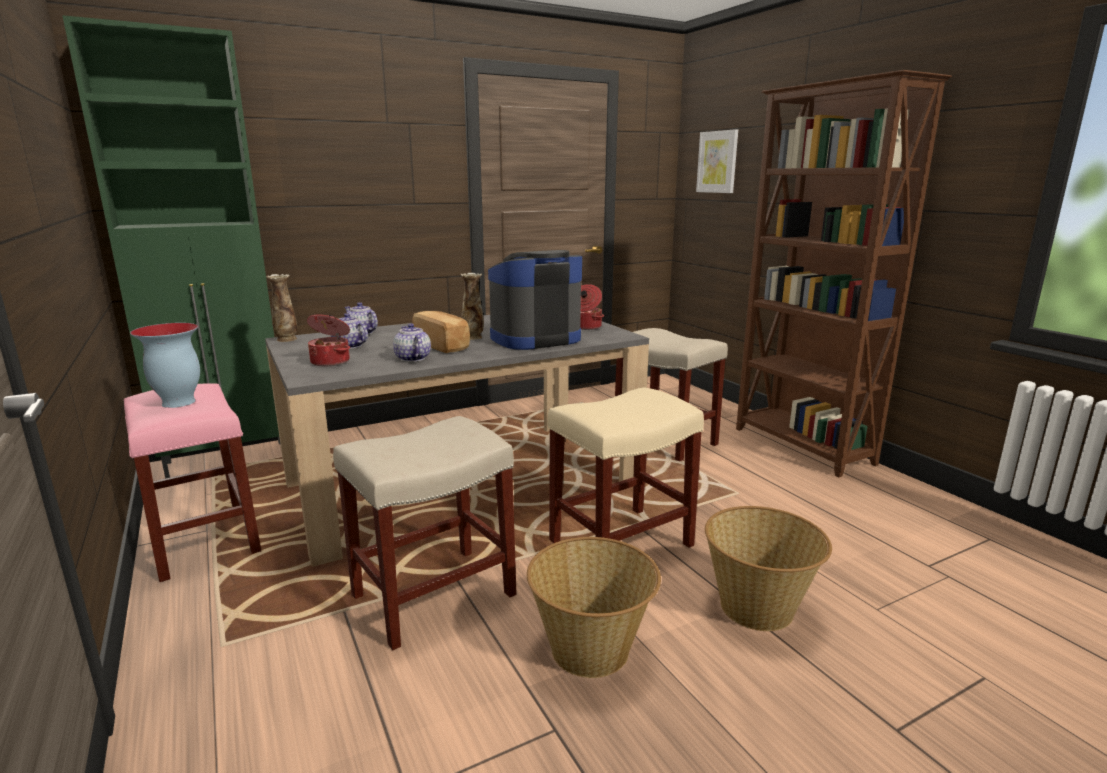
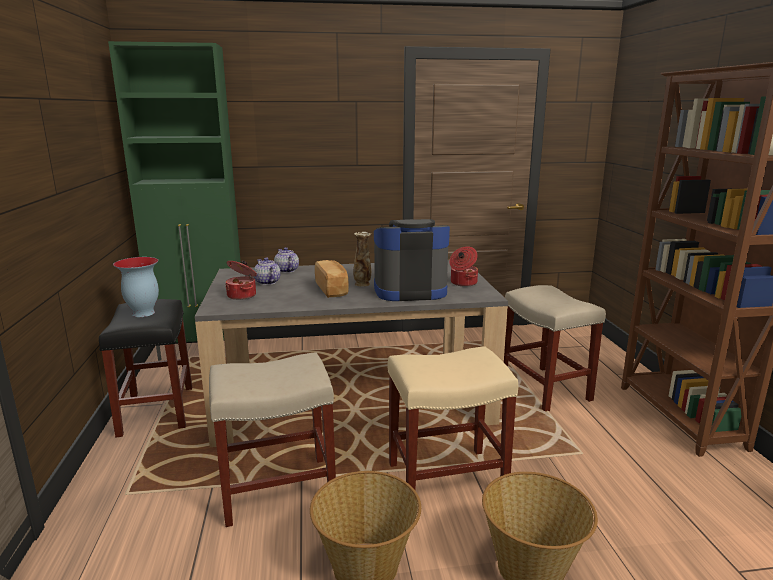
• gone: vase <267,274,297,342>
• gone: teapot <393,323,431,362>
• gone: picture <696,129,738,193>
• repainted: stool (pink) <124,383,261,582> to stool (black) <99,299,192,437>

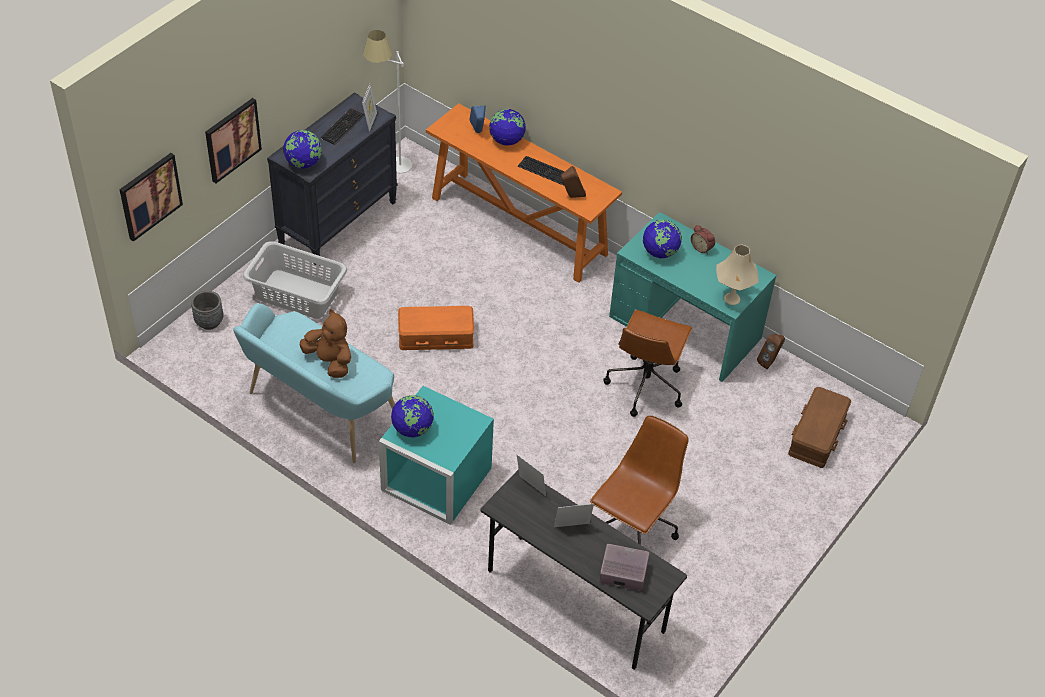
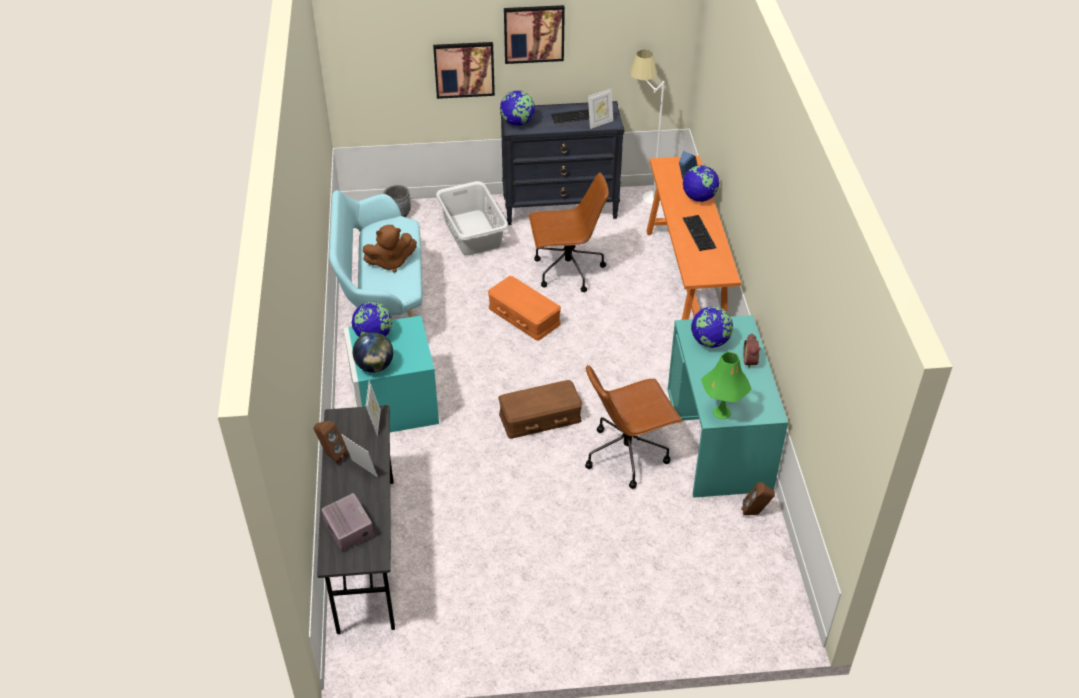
• new: globe <352,332,393,373>
• shifted: picture <119,153,183,242> to <504,5,565,64>
• shifted: speaker (brown) <561,166,586,198> to <314,421,348,463>
• shifted: office chair (brown) <590,415,689,545> to <529,172,609,292>
• shifted: storage box (brown) <788,387,851,468> to <498,380,582,439>
• repainted: table lamp (beige) <716,244,759,305> to table lamp (green) <701,352,752,419>
• rotated: plush toy (brown) <300,309,351,378> = <363,225,417,273> 75 degrees clockwise

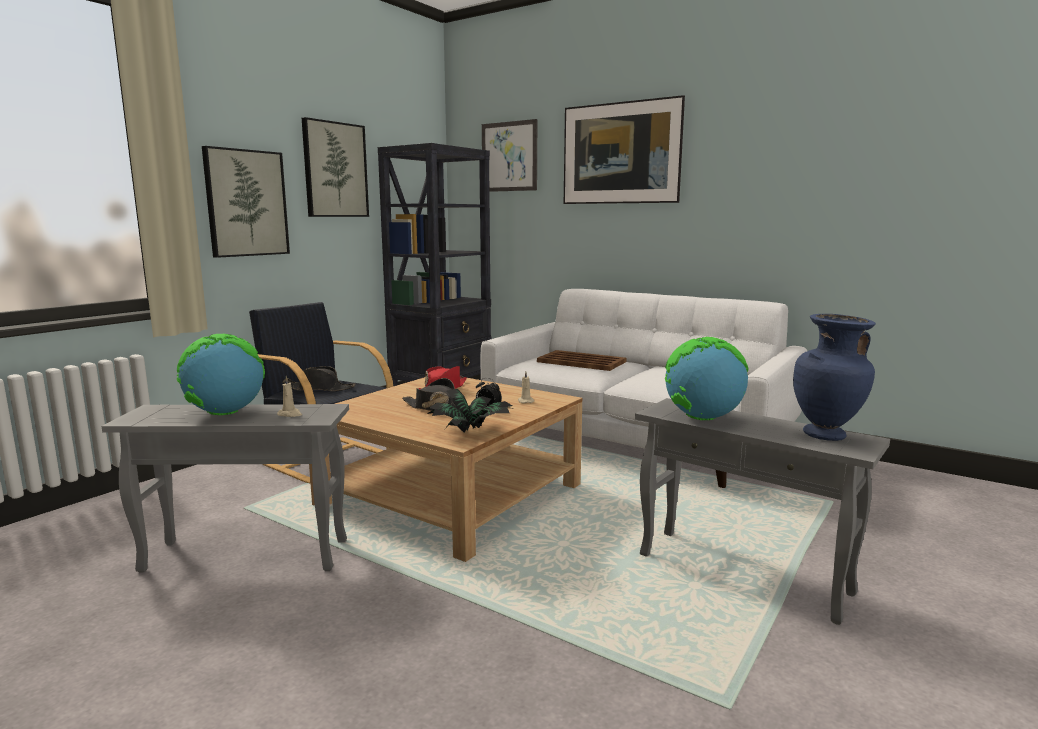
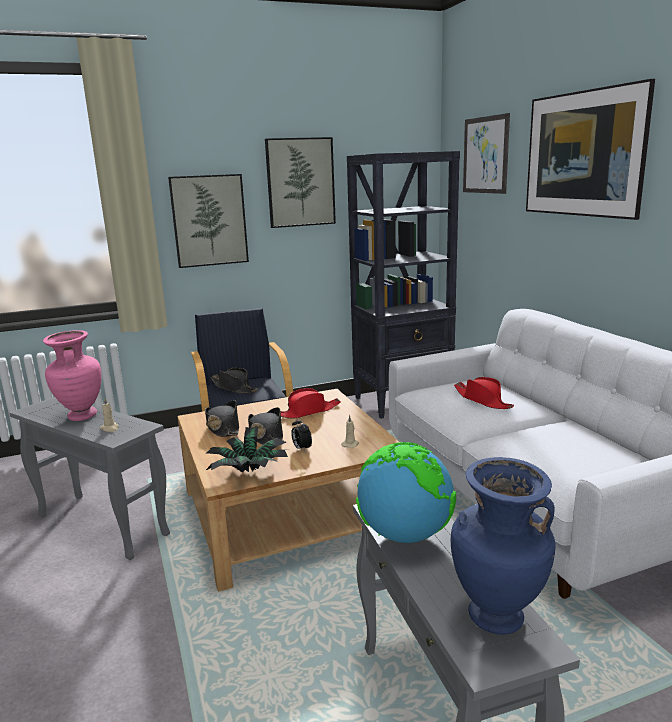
• new: hat (black) <205,400,239,437>
• swapped: globe <177,334,265,415> to vase (pink) <43,330,101,421>
• swapped: tray (brown) <537,350,626,371> to hat (red) <454,377,514,409>

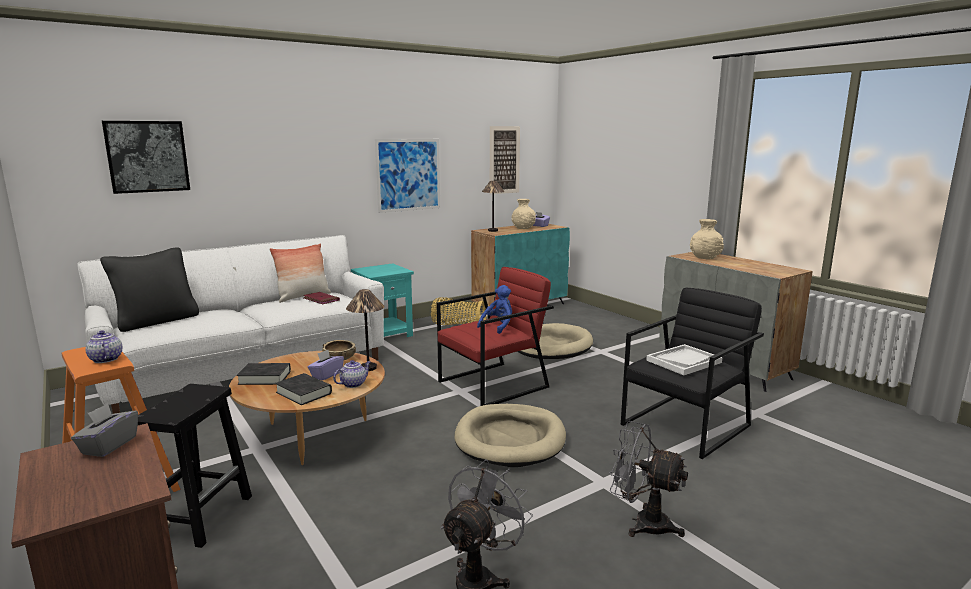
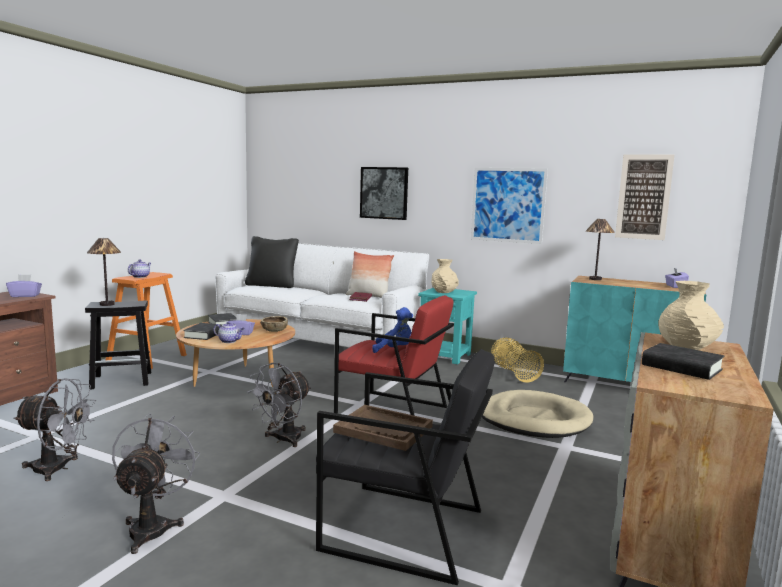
• new: book (black) <642,343,725,380>
• shifted: picture <102,121,190,194> to <360,167,408,220>
• shifted: table lamp <346,289,385,371> to <87,238,121,306>
• shifted: vase (beige) <512,199,536,229> to <431,259,459,293>
• swapped: dog bed (beige) <454,404,566,467> to fan (grey) <247,363,311,447>
• repainted: tissue box (grey) <71,403,138,457> to tissue box (purple) <6,274,42,297>
• repainted: tray (white) <646,344,723,375> to tray (brown) <333,405,433,451>

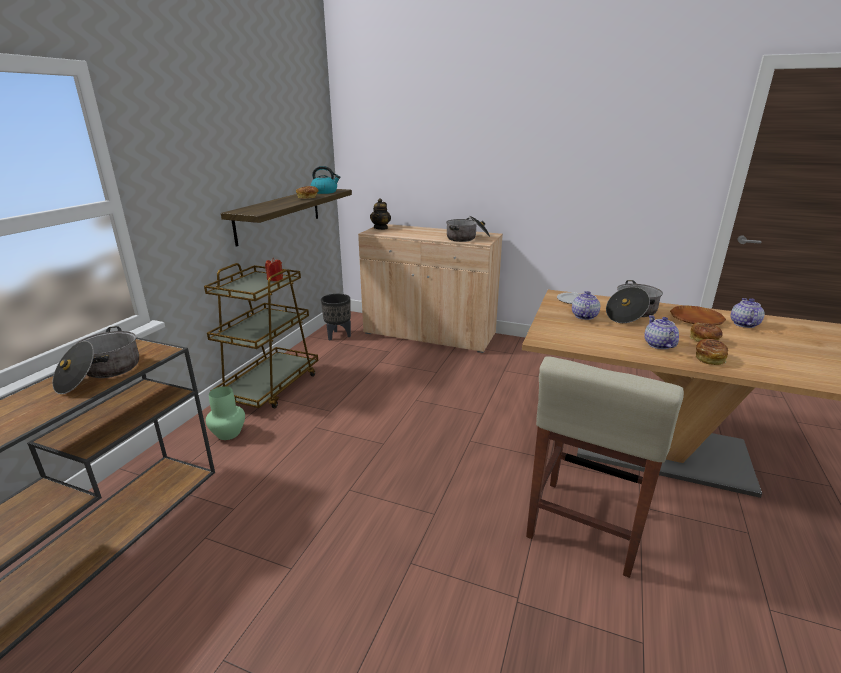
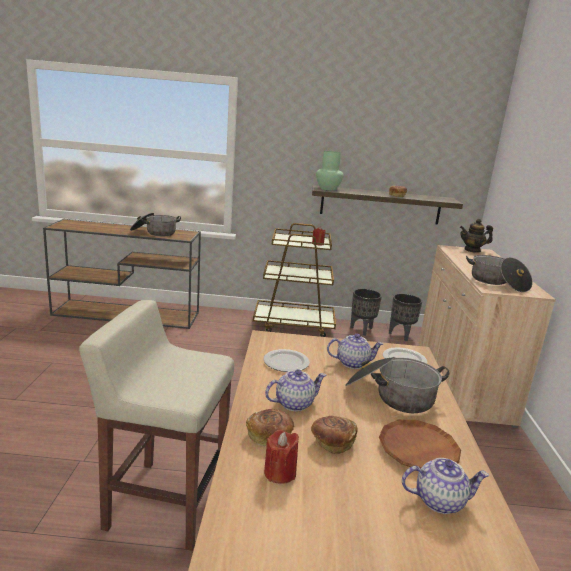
• gone: kettle <310,166,340,194>
• new: plate <263,349,310,372>
• new: candle (red) <264,430,299,484>
• new: planter (black) <350,289,382,336>
• shifted: vase (green) <206,386,245,440> to <316,151,344,190>

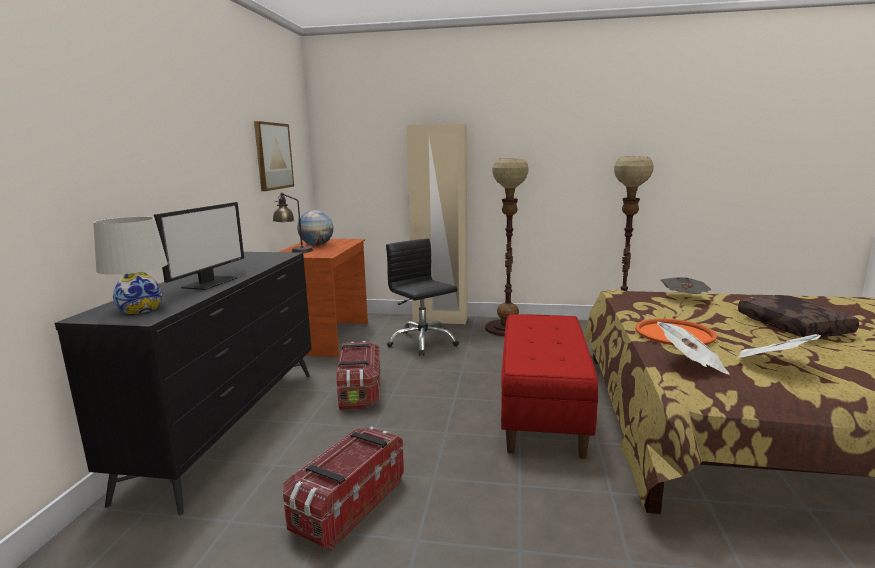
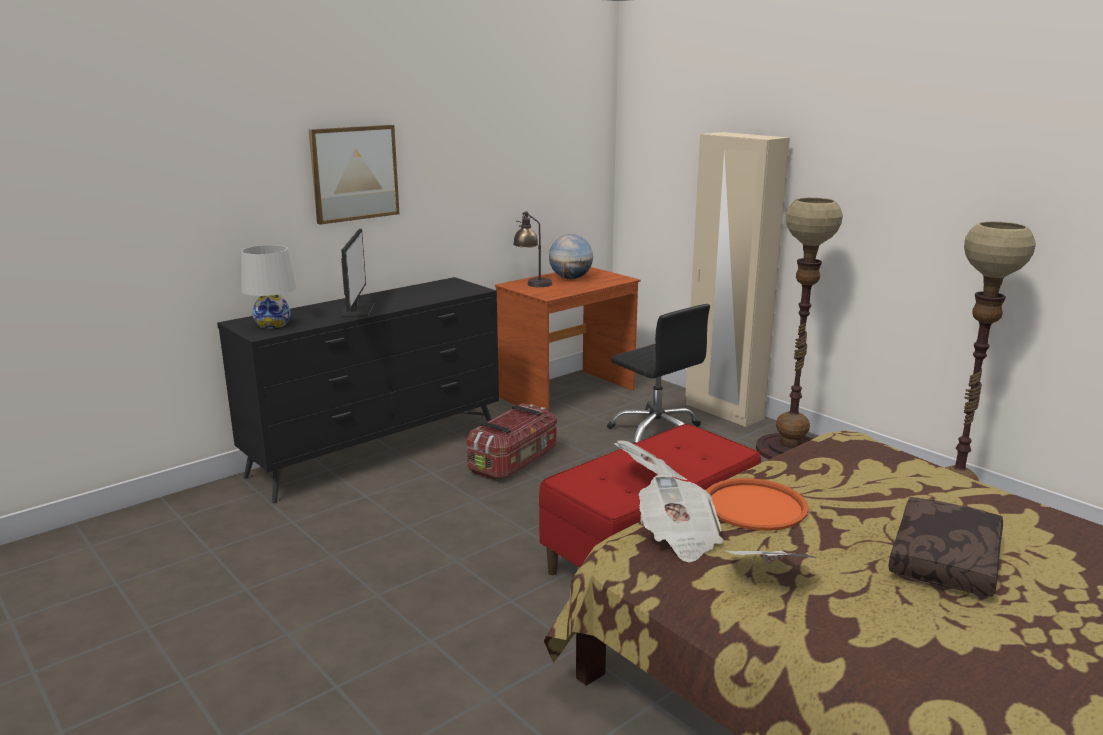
• gone: storage box <283,426,404,551>
• shifted: picture <254,121,294,191> to <309,125,399,225>
• shifted: newspaper <660,277,711,294> to <614,440,687,480>
• rotated: monitor <154,202,244,290> = <340,229,375,317> 60 degrees counterclockwise
• rotated: office chair (black) <386,238,459,356> = <607,304,710,444> 135 degrees clockwise

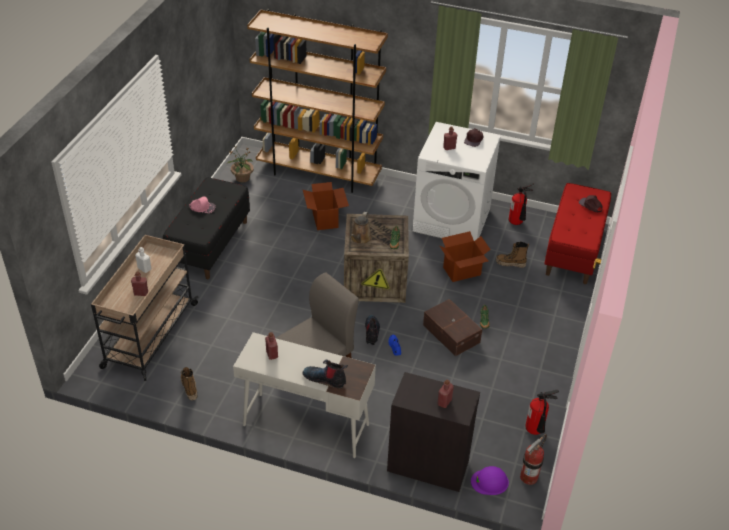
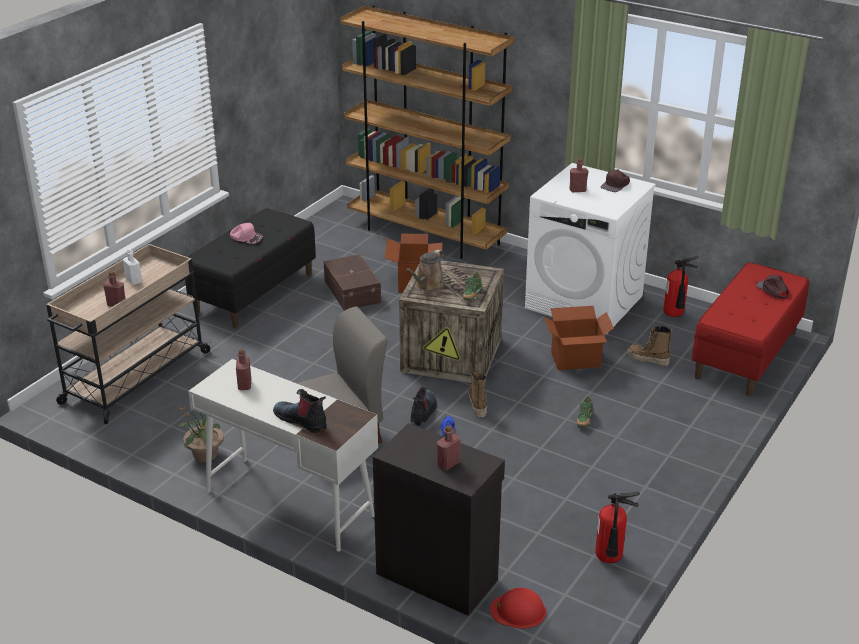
• gone: fire extinguisher <520,434,547,485>
• shifted: boot <180,367,197,401> to <468,371,487,418>
• shifted: potted plant <227,147,254,183> to <177,407,224,462>
• shifted: storage box (brown) <423,299,482,356> to <324,254,381,311>
• repainted: hard hat (purple) <471,466,509,495> to hard hat (red) <490,588,546,628>

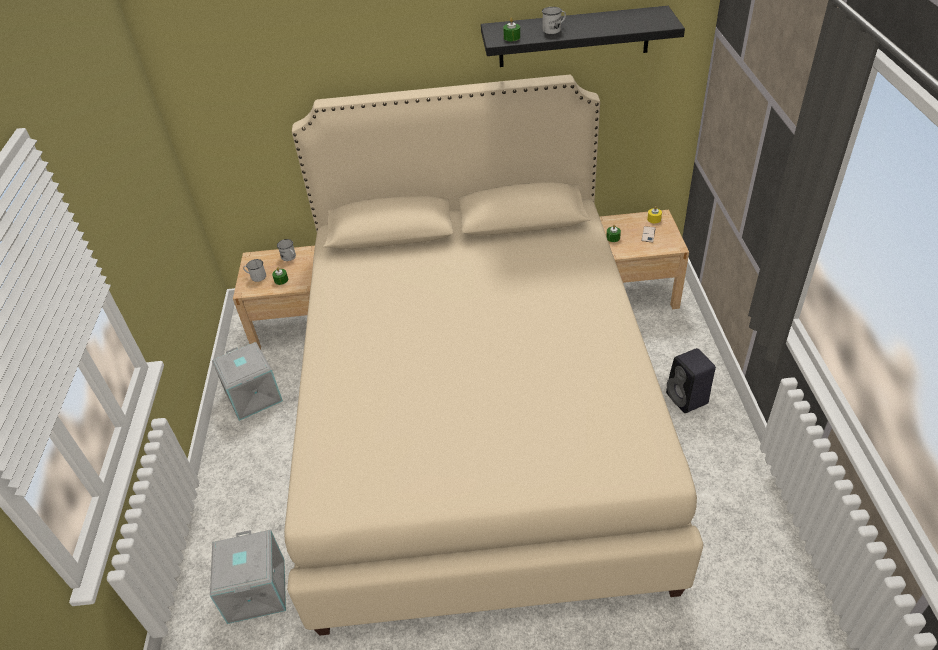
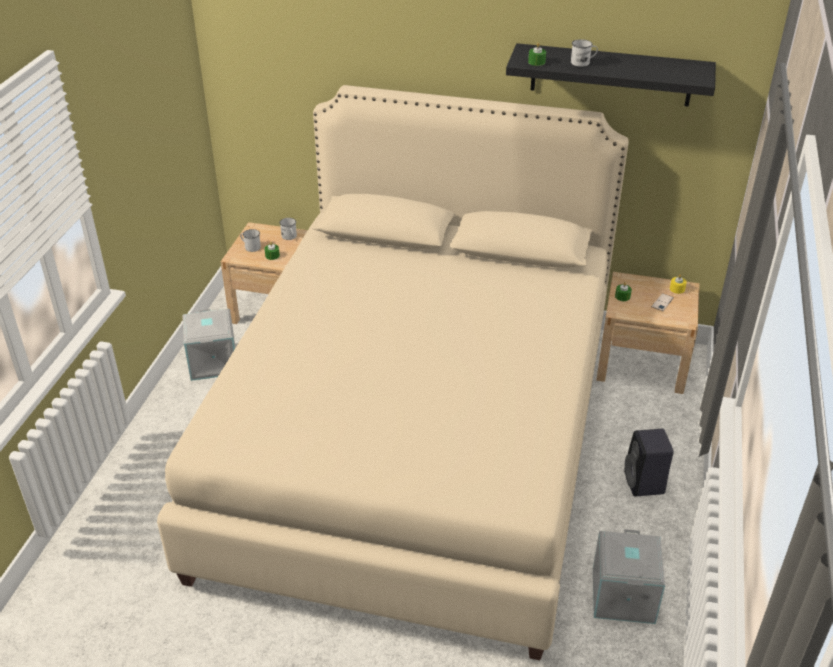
• shifted: storage box (grey) <210,530,286,624> to <593,529,665,624>

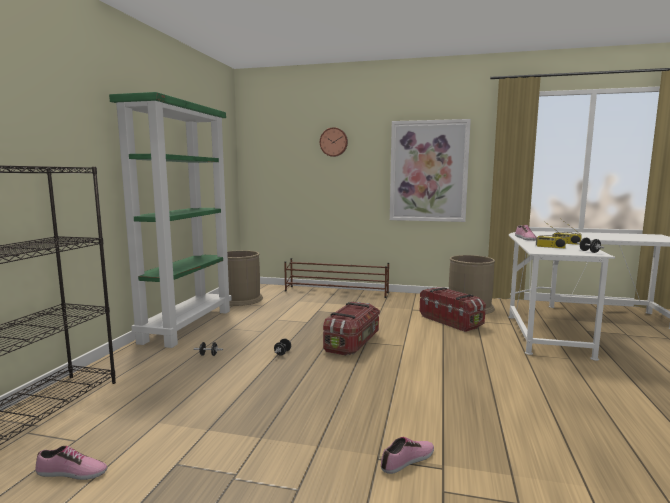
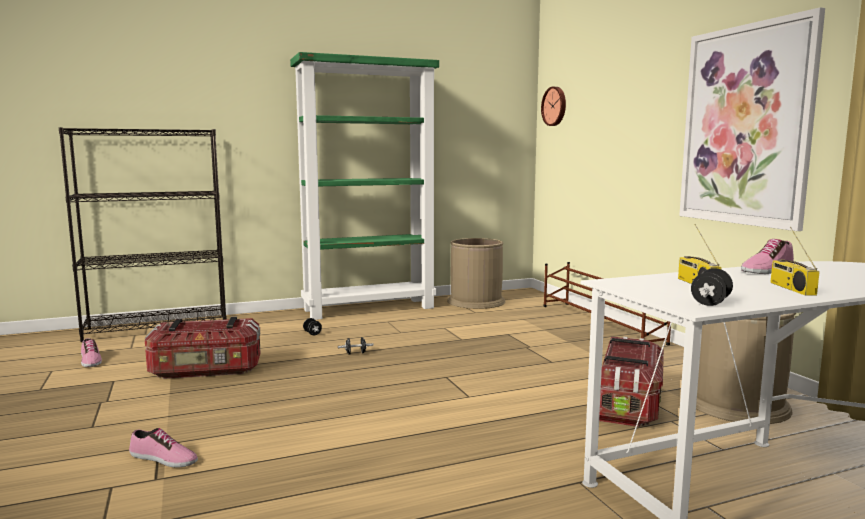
• shifted: wall clock <320,127,348,157> to <541,87,566,126>
• shifted: storage box <323,302,380,356> to <145,317,261,379>

